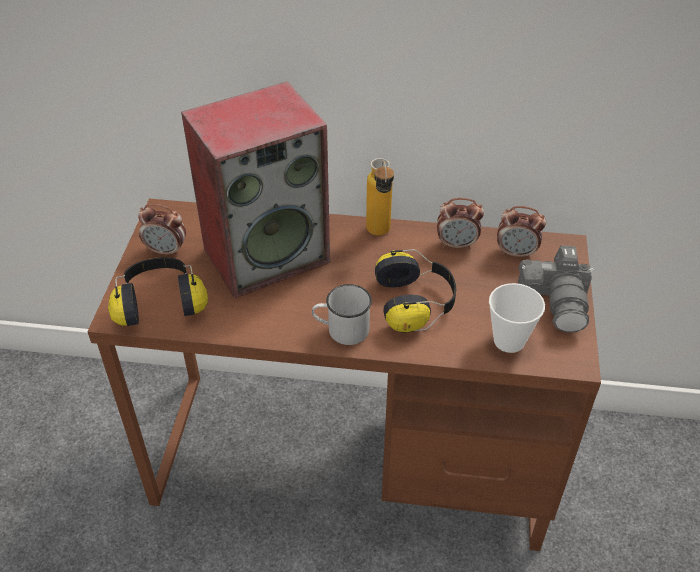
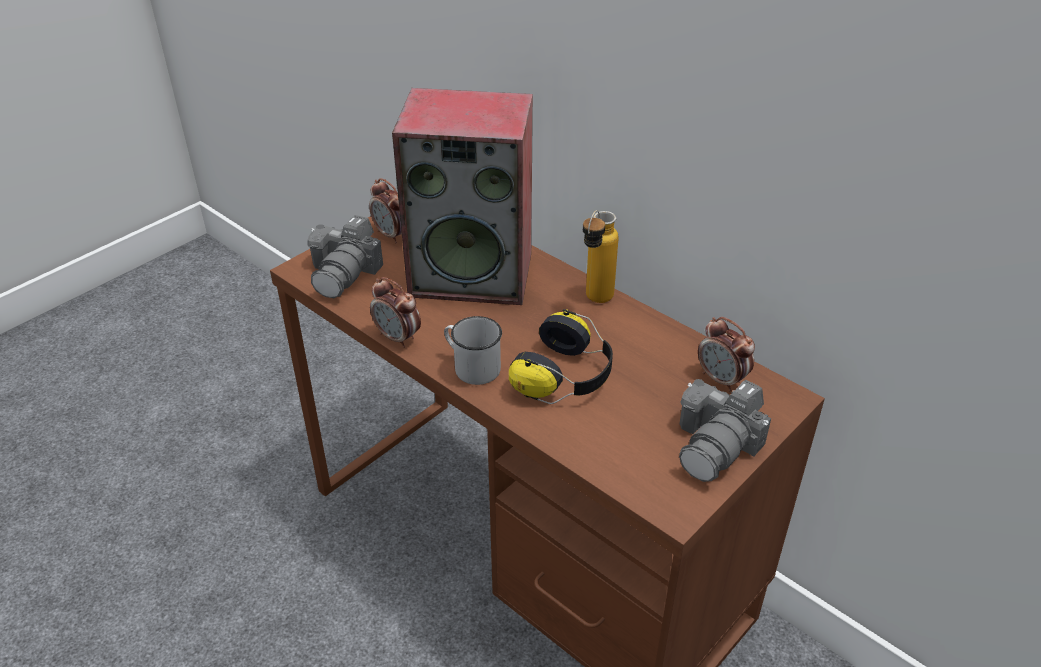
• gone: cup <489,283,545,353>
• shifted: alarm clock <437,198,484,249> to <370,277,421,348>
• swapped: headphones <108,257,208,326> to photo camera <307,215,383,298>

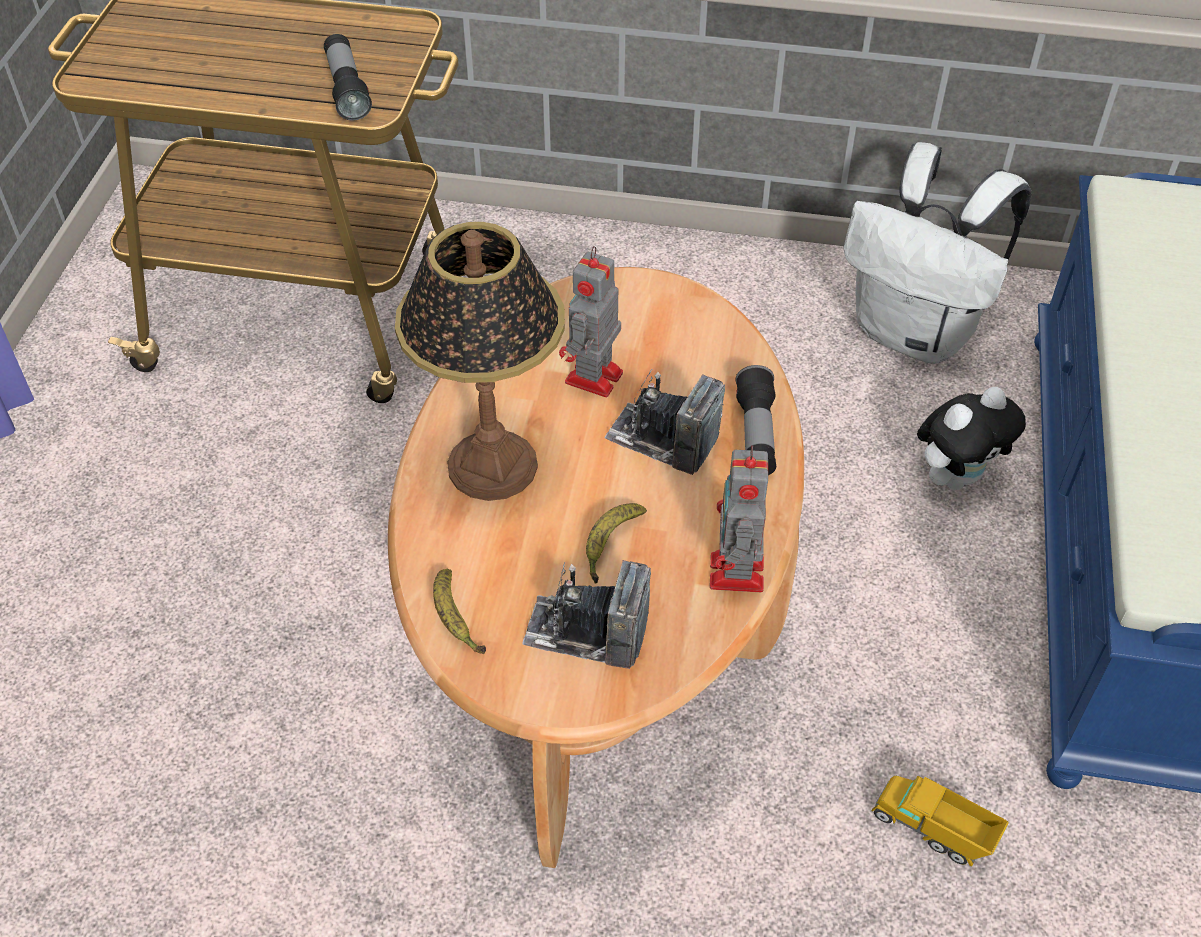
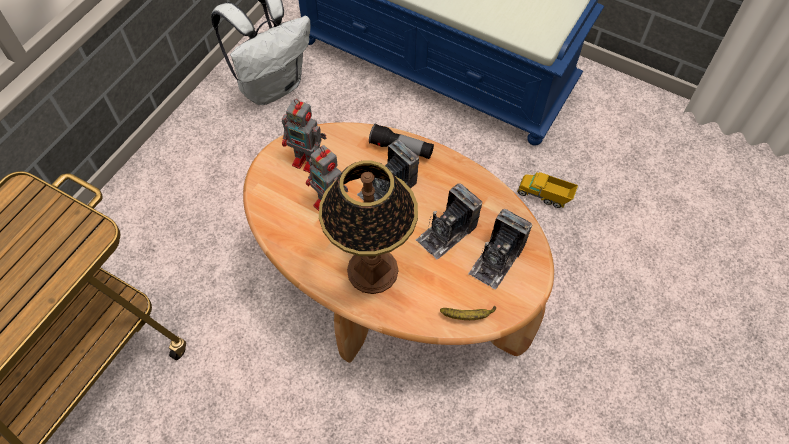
• gone: flashlight <324,34,372,121>
• gone: plush toy <917,387,1026,490>
• shifted: toy robot <710,445,768,592> to <282,99,326,173>
• swapped: banana <586,503,647,584> to photo camera <415,183,482,260>
• rotated: toy truck <871,776,1009,866> = <517,172,578,208> 60 degrees clockwise

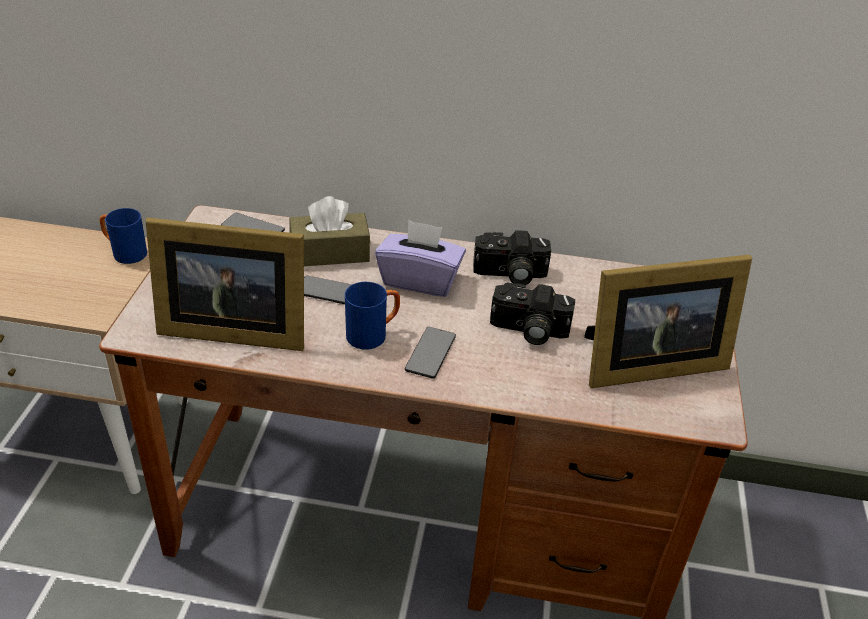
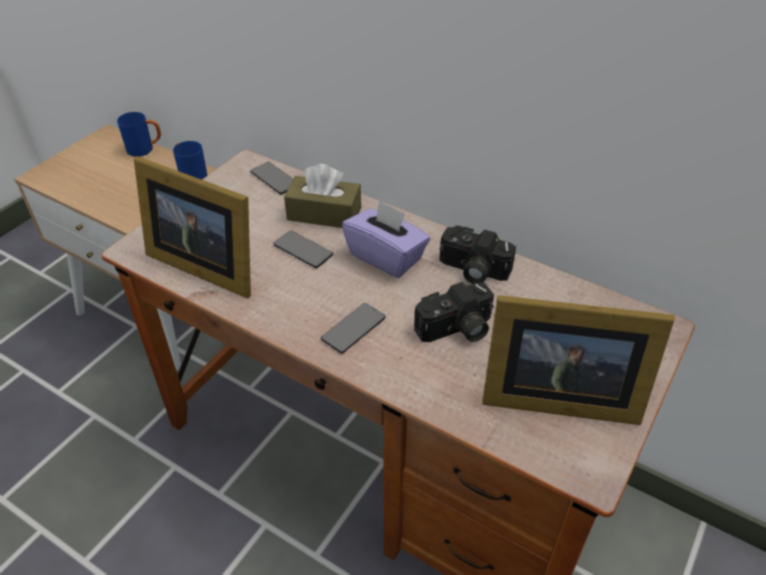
• shifted: mug (blue) <345,282,400,350> to <117,112,161,157>
• rotated: photo camera <490,283,575,345> = <414,282,494,342> 60 degrees counterclockwise

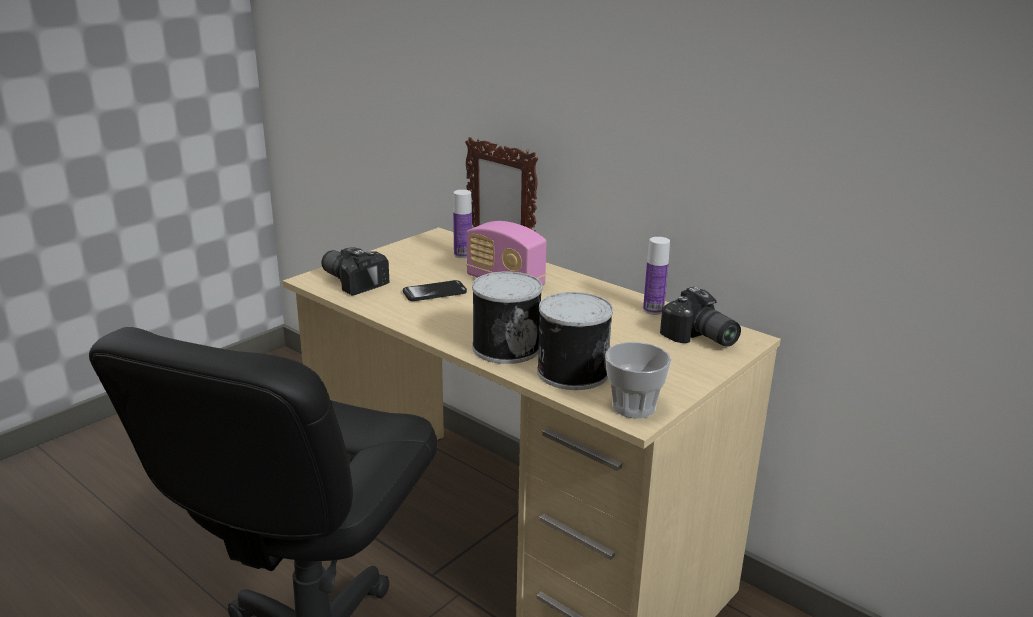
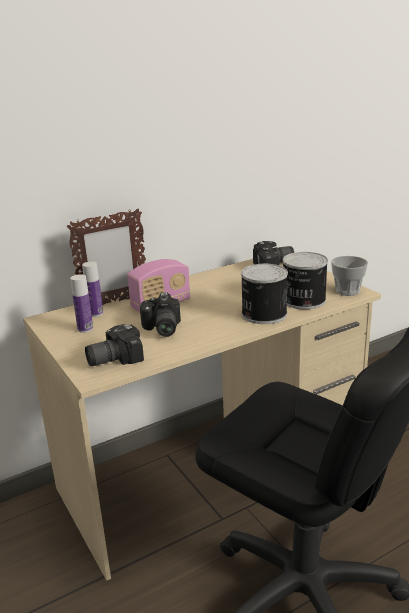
• shifted: bottle <643,237,670,315> to <70,274,93,333>
• swapped: phone <403,280,467,301> to photo camera <140,292,181,337>

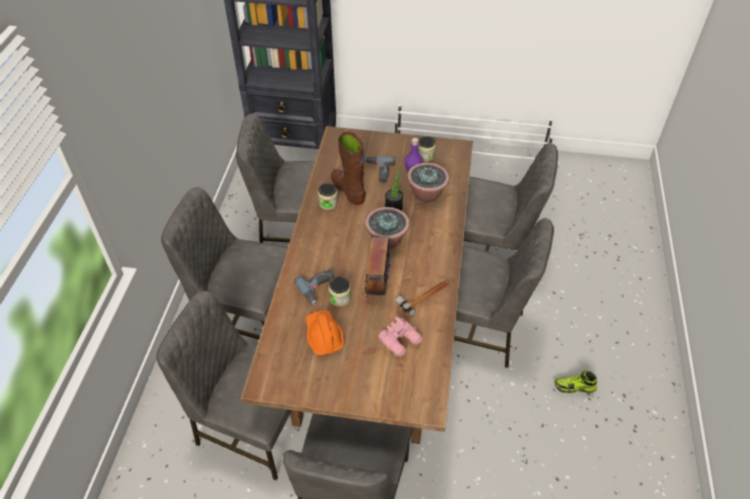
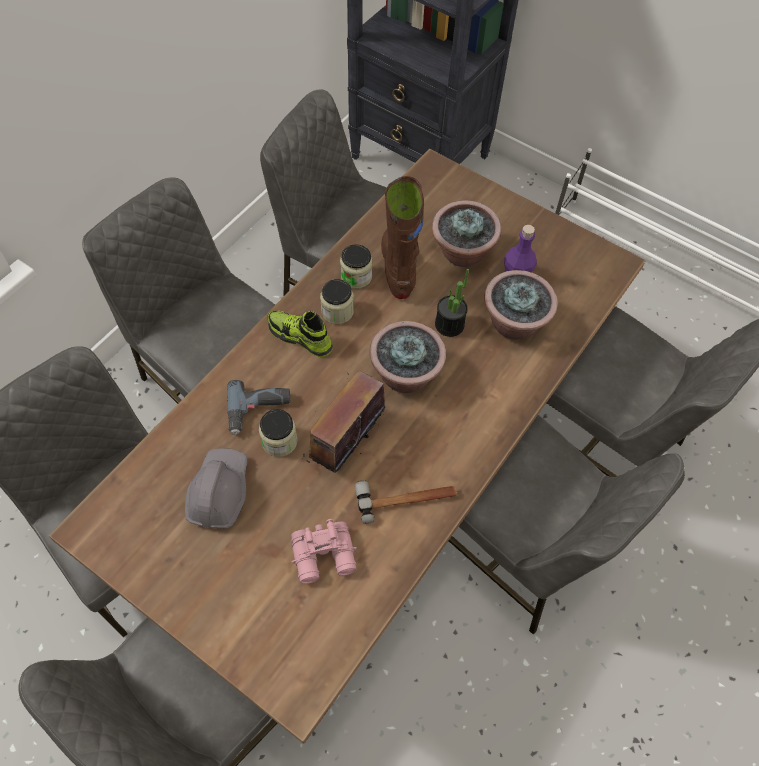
• shifted: jar <418,136,436,162> to <320,279,354,324>
• shifted: shoe <554,371,597,393> to <267,310,333,357>
• swapped: power drill <365,156,395,183> to potted plant <432,200,501,267>
• repainted: hard hat (orange) <306,310,344,355> to hard hat (grey) <185,448,247,529>

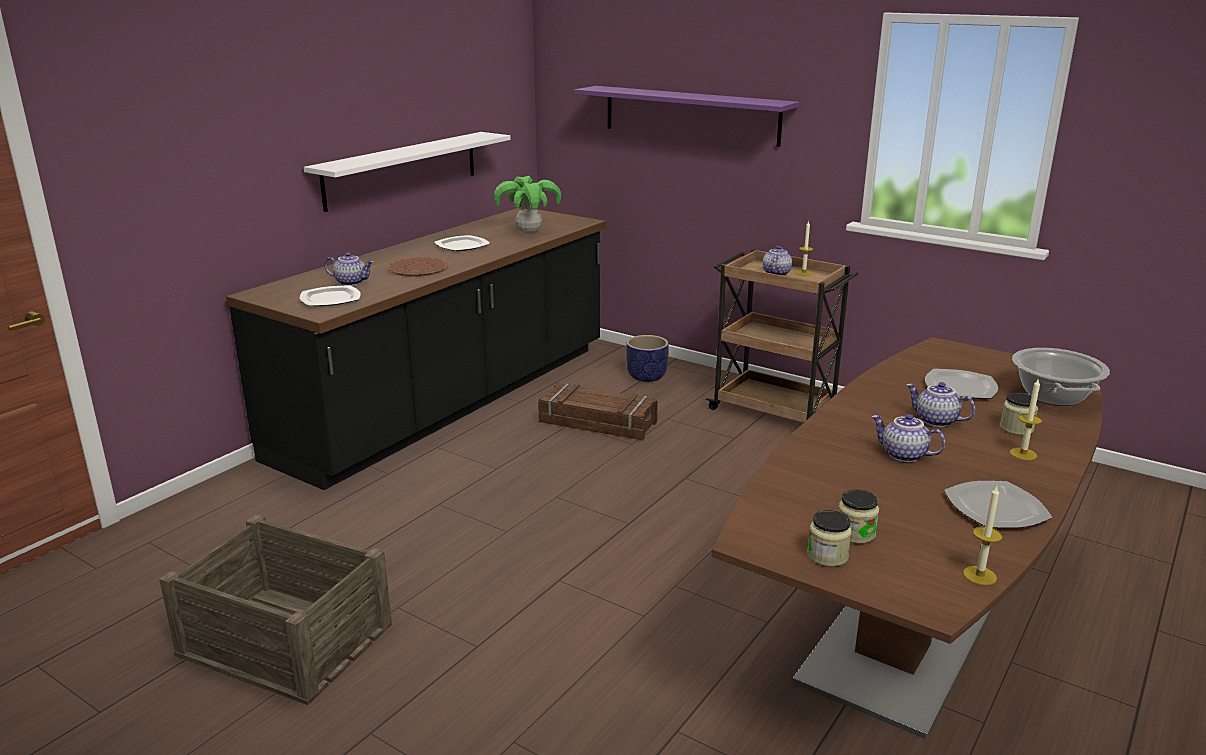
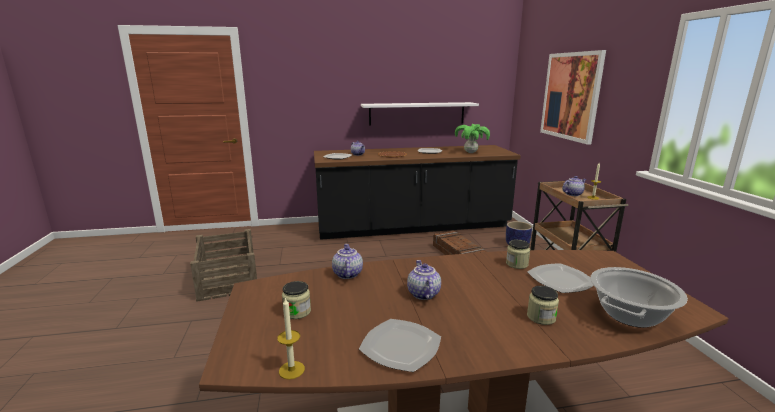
• gone: candle <1010,379,1042,460>
• shifted: jar <807,510,852,567> to <506,240,530,269>
• shifted: teapot <906,382,975,427> to <332,244,363,279>
• swapped: shelf (purple) <574,86,800,147> to picture <540,50,606,145>

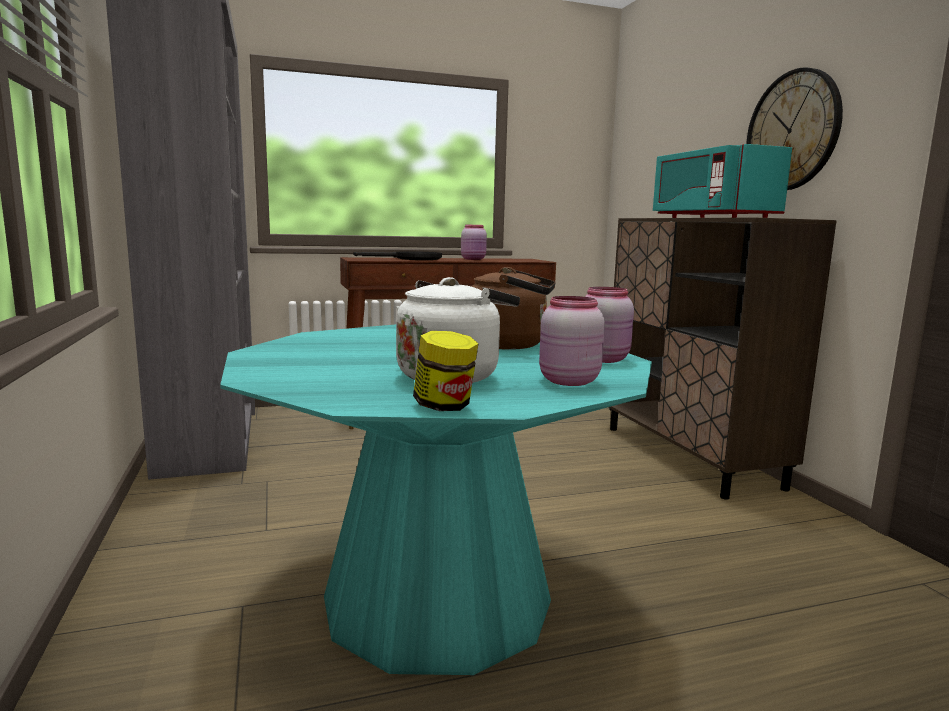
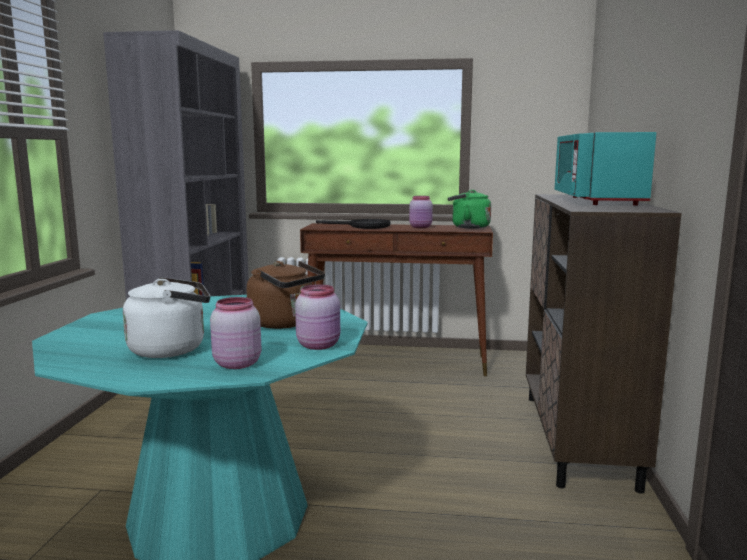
• gone: jar <413,331,478,411>
• gone: wall clock <747,68,843,190>
• new: kettle (green) <448,190,491,228>

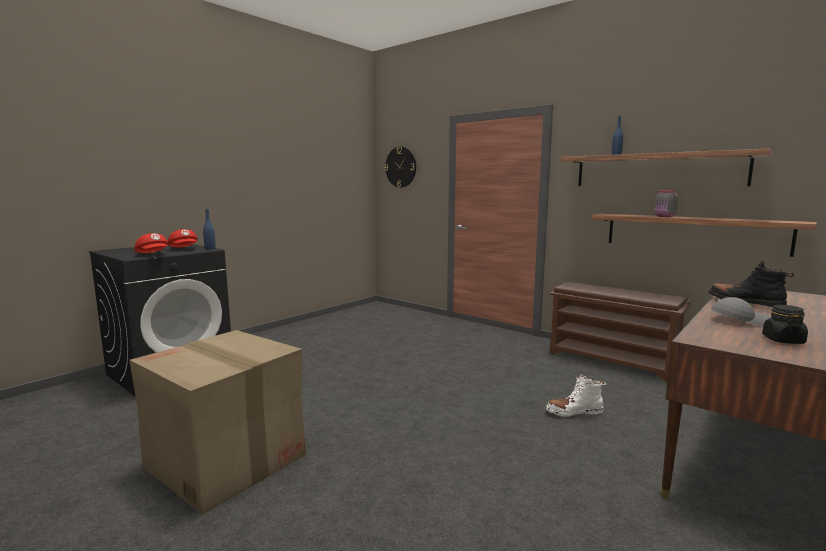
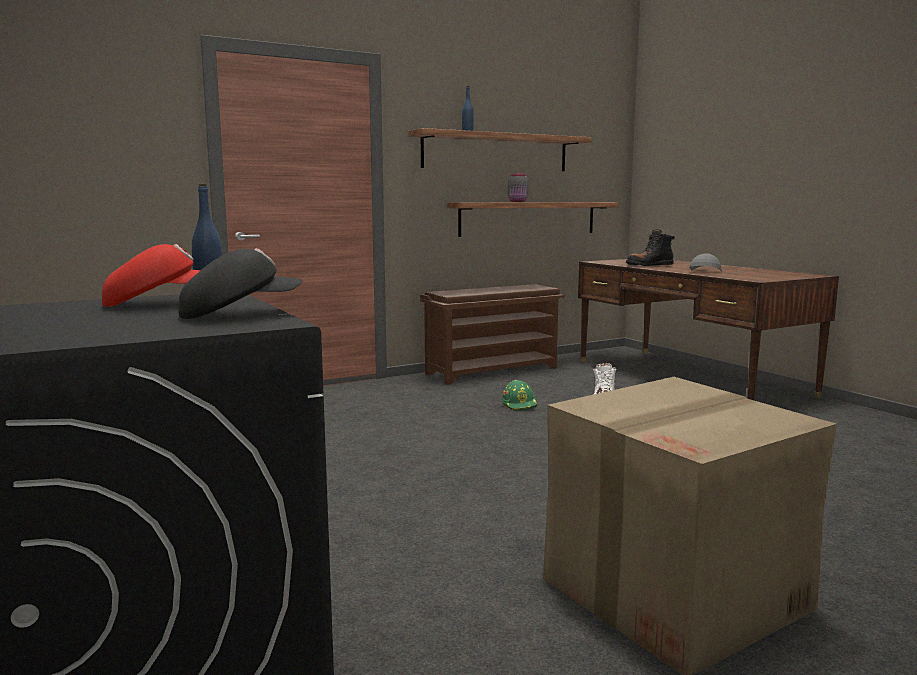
• gone: wall clock <385,147,416,188>
• gone: jar (black) <762,305,808,344>
• new: hard hat (green) <502,380,538,411>
• repainted: cap (red) <134,233,169,253> to cap (black) <178,248,302,319>

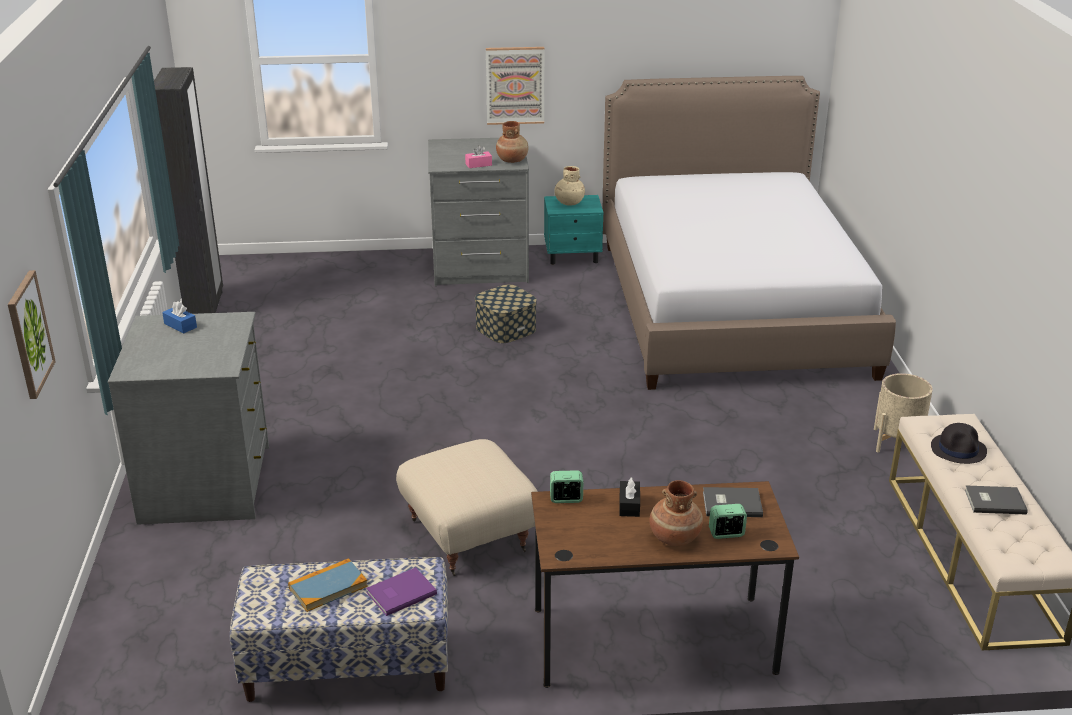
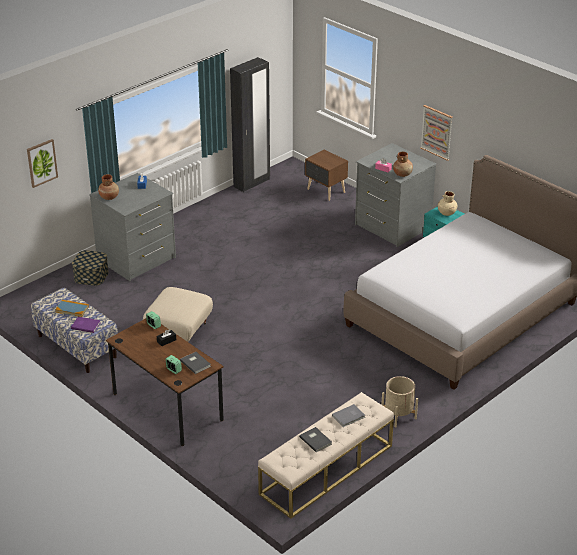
• new: nightstand (brown) <305,149,348,201>
• shifted: storage box <475,285,537,343> to <72,250,109,286>
• shifted: vase (brown) <649,480,703,546> to <98,174,119,200>
• swapped: hat (black) <931,423,987,464> to book (grey) <332,404,365,427>

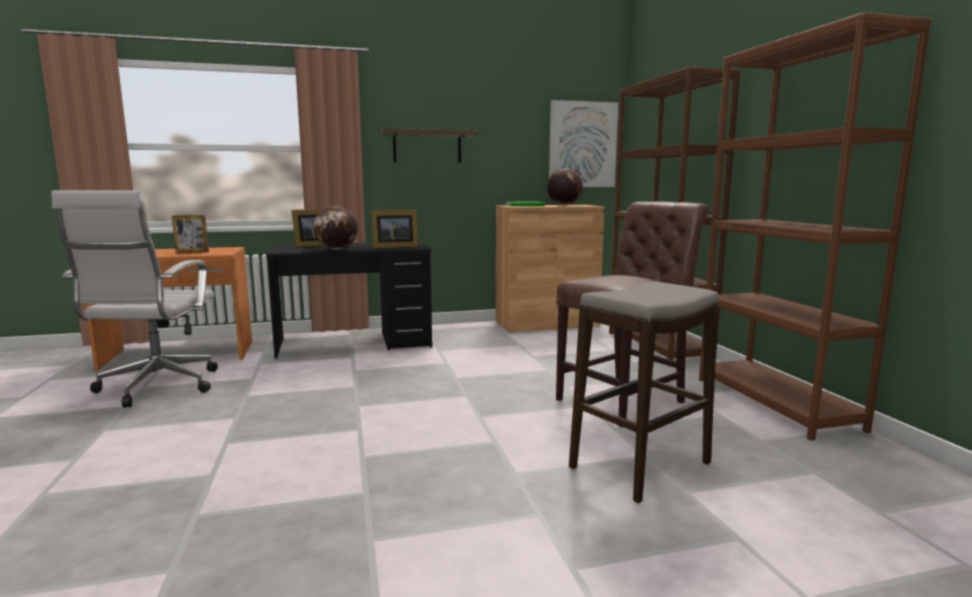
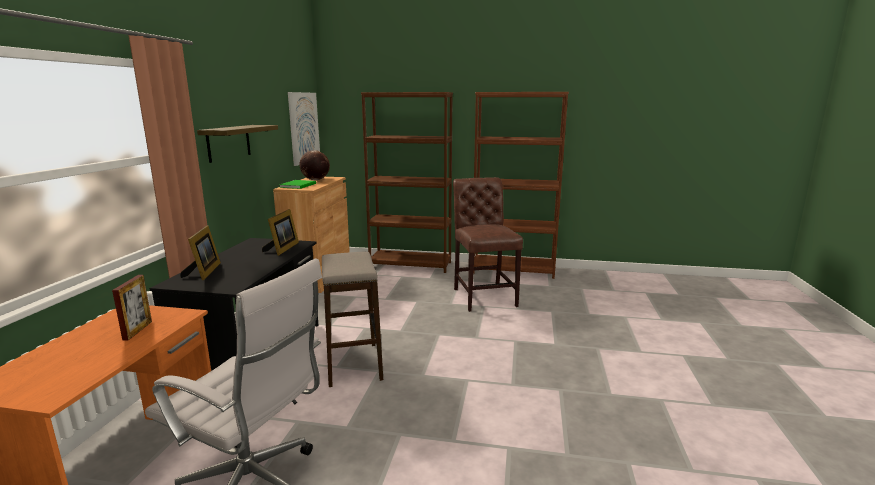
• gone: globe <313,206,358,250>
• shifted: stool <569,281,719,503> to <322,252,383,387>

